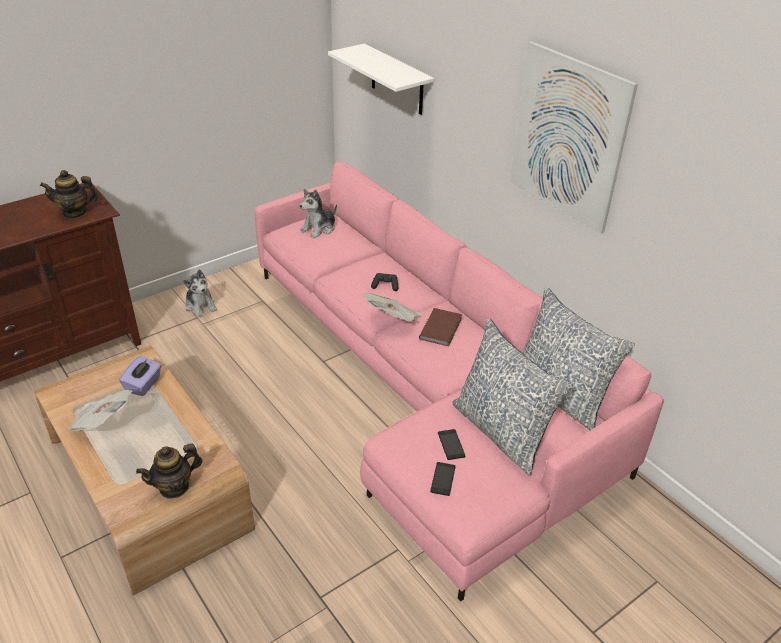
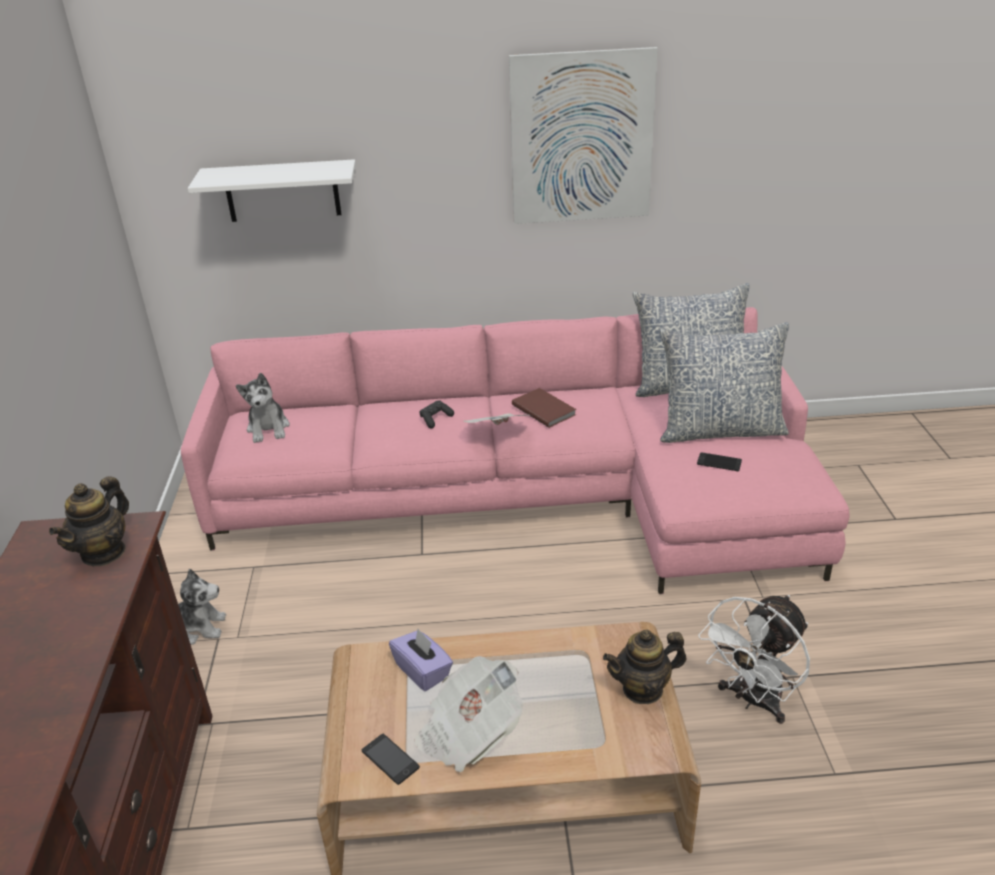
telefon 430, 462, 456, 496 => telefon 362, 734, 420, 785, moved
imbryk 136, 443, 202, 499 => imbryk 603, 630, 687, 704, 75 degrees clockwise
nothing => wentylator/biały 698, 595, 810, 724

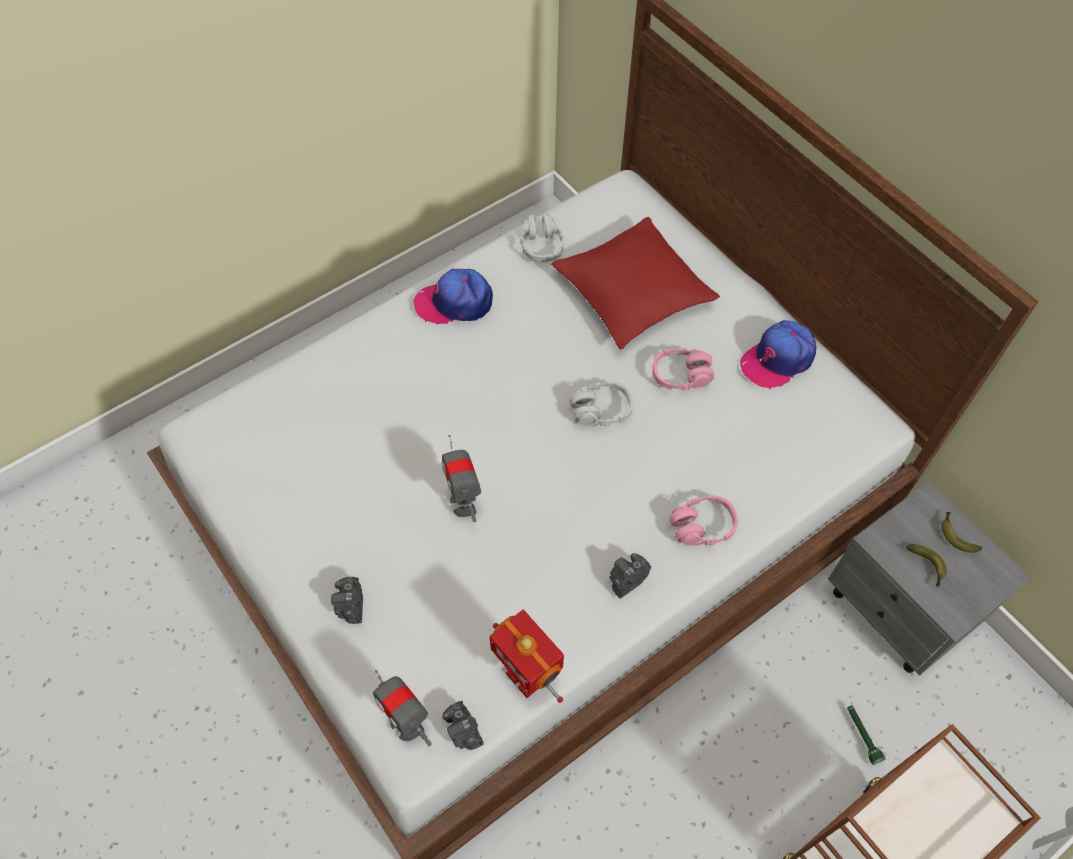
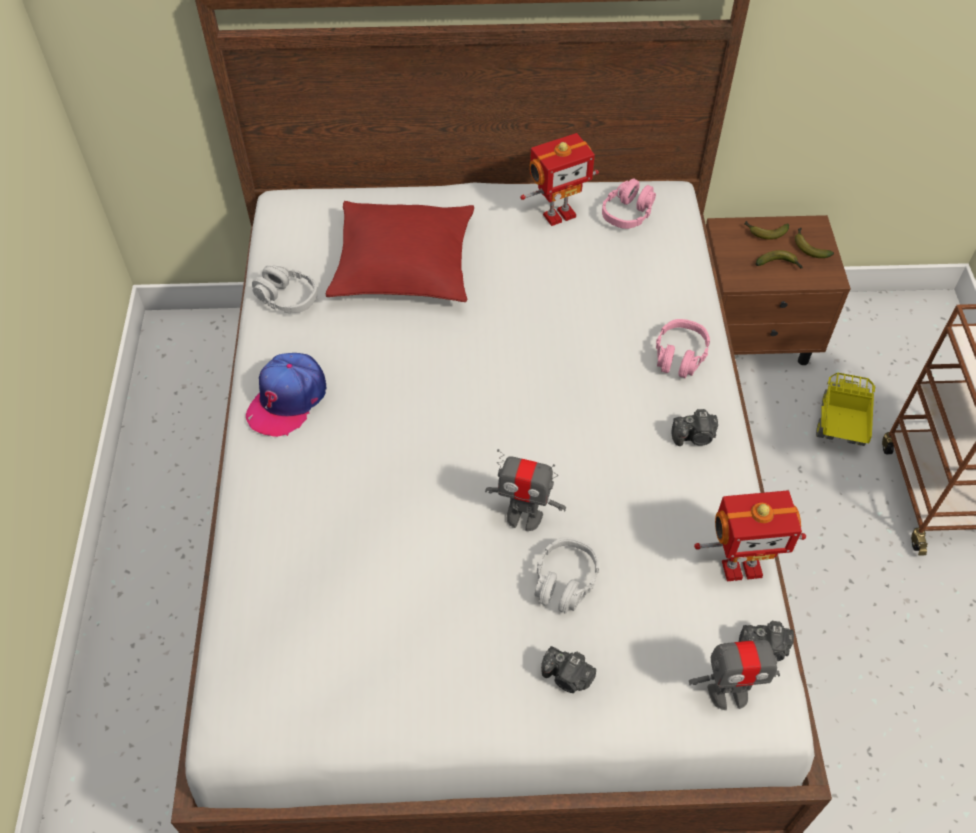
czapka z daszkiem 740, 320, 816, 390 => robot zabawkowy 520, 133, 599, 226
słuchawki/szary 569, 381, 633, 426 => słuchawki/szary 535, 537, 599, 614, moved
słuchawki/różowy 652, 348, 714, 390 => słuchawki/różowy 602, 178, 656, 229, moved
aparat fotograficzny 610, 553, 651, 599 => aparat fotograficzny 671, 409, 718, 446, 90 degrees counterclockwise
szafka nocna/szary 828, 481, 1031, 676 => szafka nocna/brązowy 706, 215, 851, 365
nothing => banan 795, 228, 834, 258
latarka/zielony 847, 705, 886, 765 => ciężarówka zabawkowa 816, 373, 875, 446

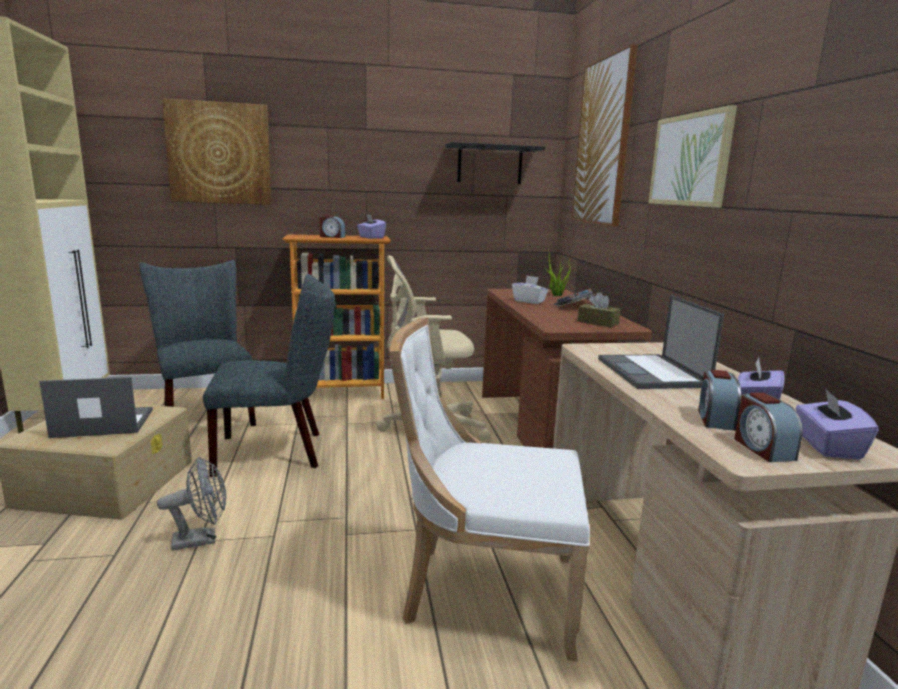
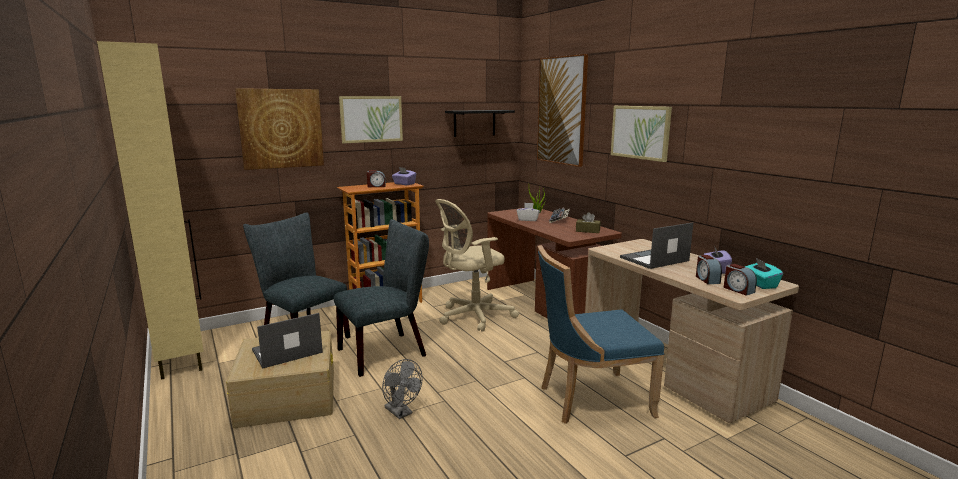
nothing => obraz 339, 96, 403, 143
wentylator/szary 157, 457, 226, 550 => wentylator/szary 382, 359, 422, 419, 90 degrees clockwise
krzesło/biały 389, 317, 590, 662 => krzesło/niebieski 538, 245, 664, 424
laptop 598, 295, 724, 389 => laptop 620, 222, 693, 269, 90 degrees clockwise
pudełko chusteczek/fioletowy 796, 389, 879, 460 => pudełko chusteczek/turkusowy 745, 258, 783, 289

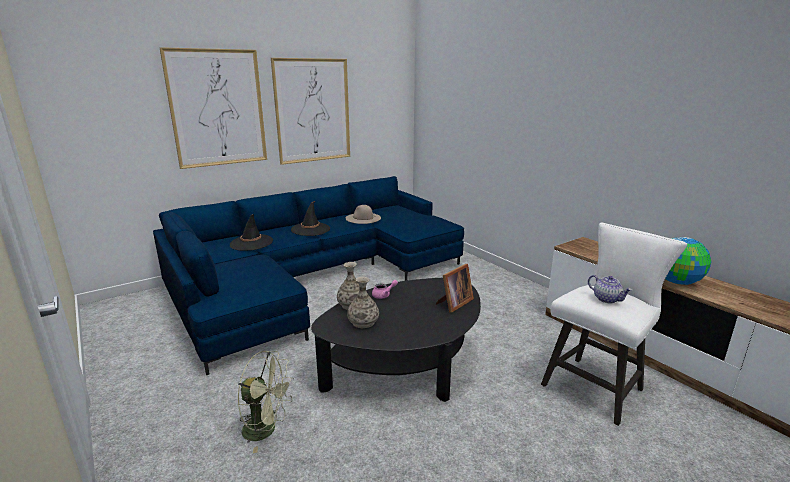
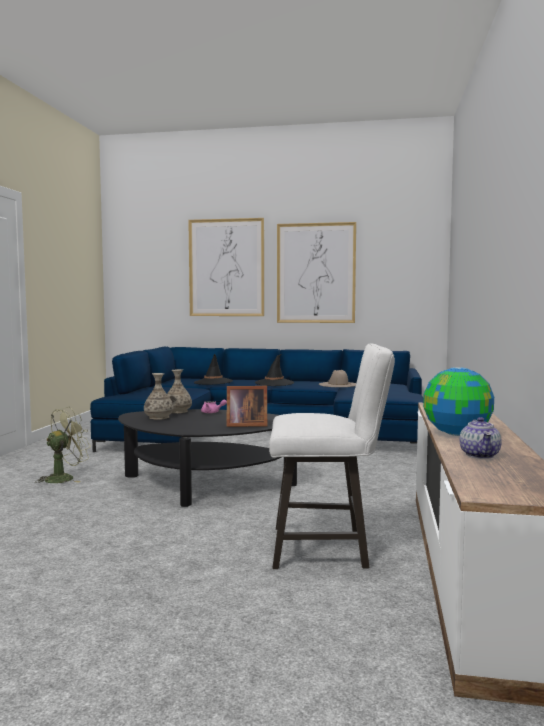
wentylator/zielony 238, 350, 294, 453 => wentylator/zielony 35, 407, 91, 483, 105 degrees counterclockwise
imbryk 588, 275, 632, 303 => imbryk 460, 417, 502, 459, moved

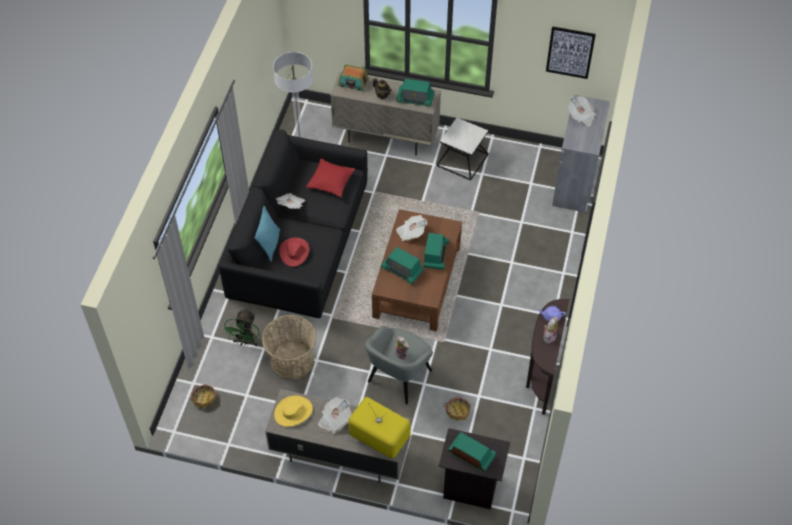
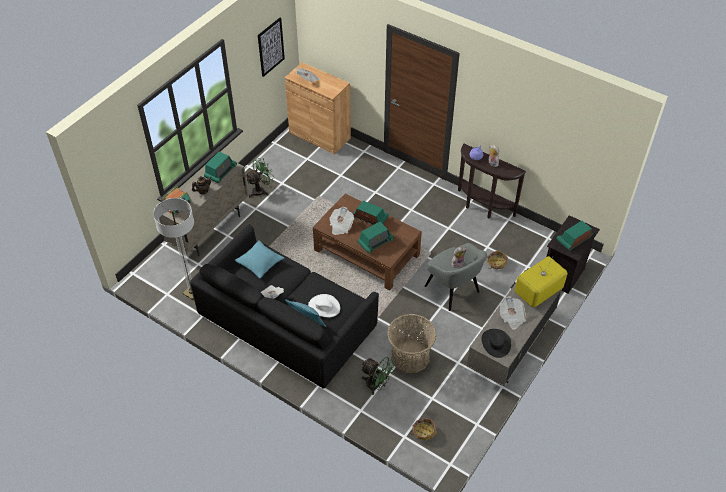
poduszka/czerwony 306, 159, 355, 198 => poduszka/turkusowy 234, 240, 284, 278
stolik 436, 118, 489, 181 => wentylator/zielony 246, 158, 273, 197
szafka/szary 552, 95, 610, 212 => szafka/brązowy 285, 62, 351, 154
kapelusz/czerwony 279, 238, 309, 267 => kapelusz/biały 308, 294, 340, 317
kapelusz/żółty 274, 395, 313, 427 => kapelusz/czarny 482, 329, 511, 358

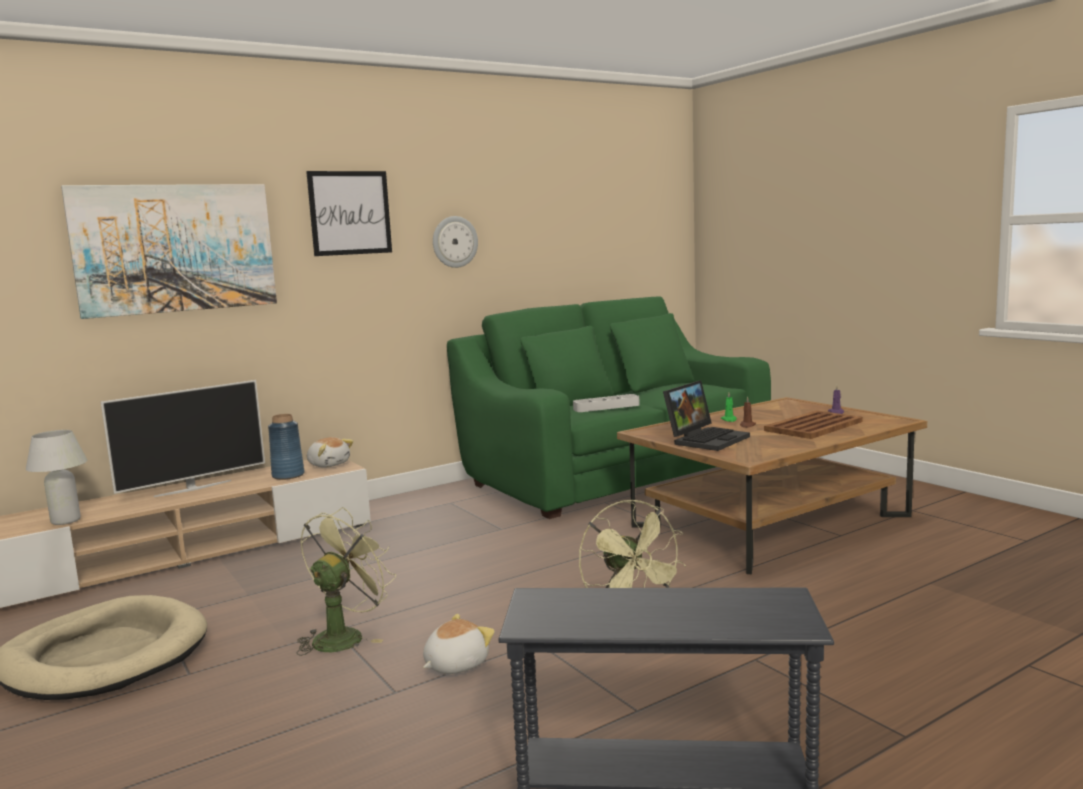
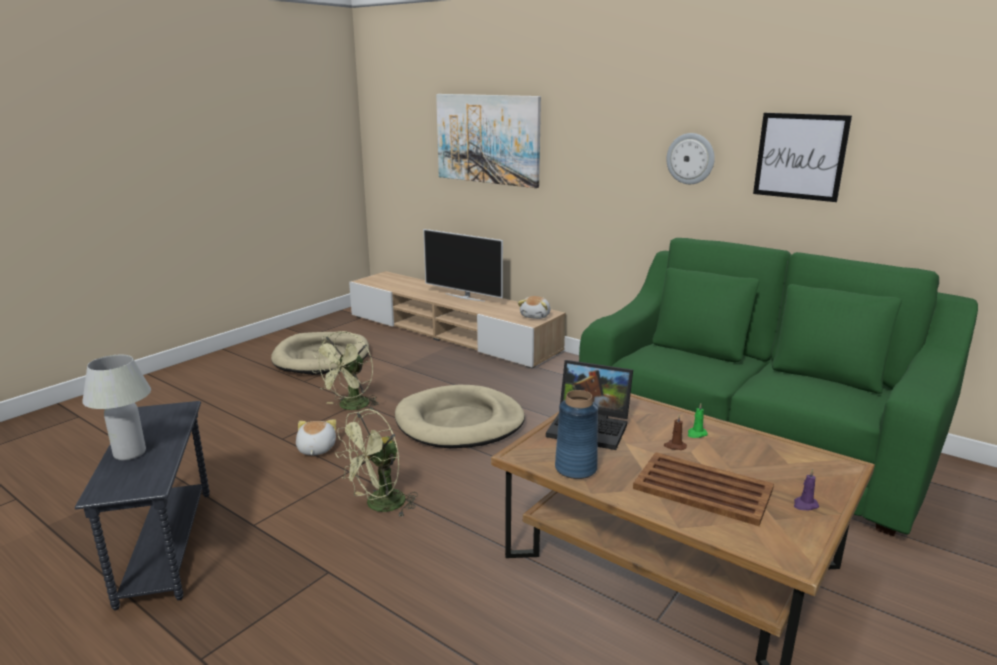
lampa stołowa/biały 26, 430, 87, 525 => lampa stołowa/biały 82, 355, 151, 461, moved
pluszak 423, 614, 495, 674 => pluszak 296, 419, 336, 455, 120 degrees counterclockwise
wentylator/zielony 297, 507, 396, 656 => wentylator/zielony 312, 331, 379, 410, 105 degrees clockwise
nothing => legowisko/beżowy 395, 385, 525, 448
wazon/niebieski 268, 414, 305, 480 => wazon/niebieski 555, 390, 598, 479, moved
obraz 306, 171, 392, 256 => obraz 753, 113, 852, 202, moved
taca/szary 573, 394, 640, 412 => nothing

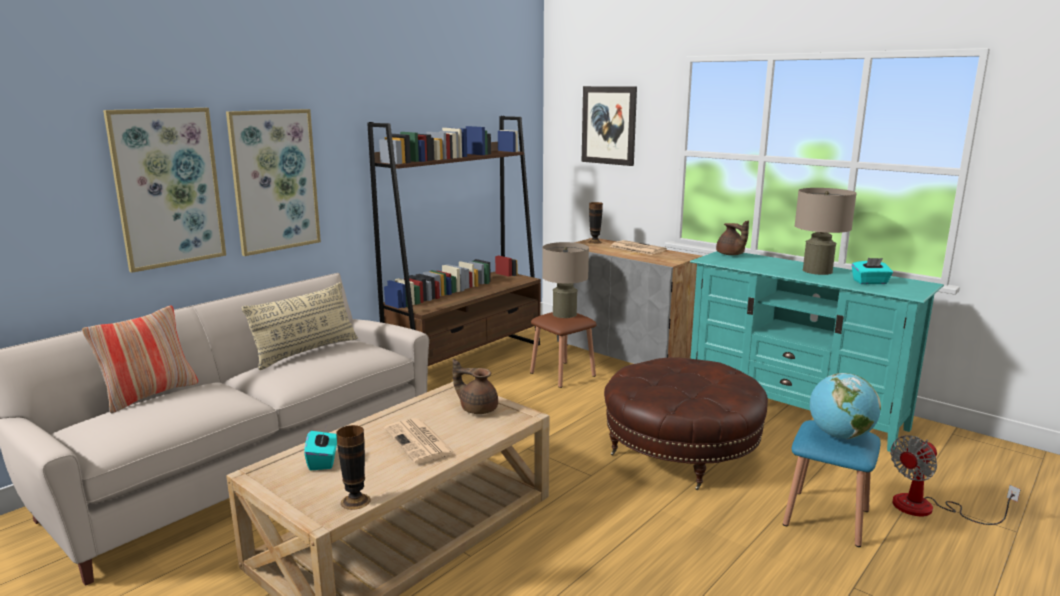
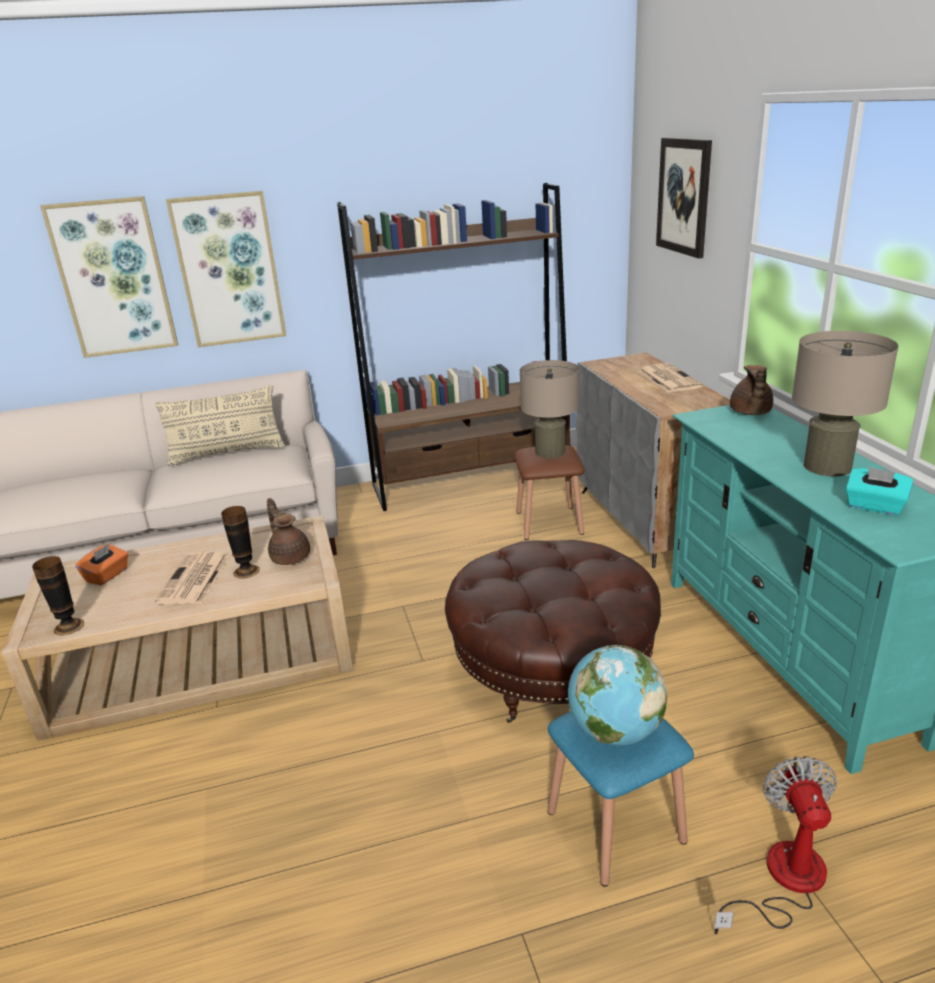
pudełko chusteczek/turkusowy 304, 428, 337, 470 => pudełko chusteczek/pomarańczowy 75, 543, 128, 586
wazon 588, 202, 603, 244 => wazon 221, 506, 260, 579, moved
wentylator 890, 435, 1021, 525 => wentylator 715, 756, 837, 934, 90 degrees clockwise
poduszka 82, 305, 198, 413 => nothing

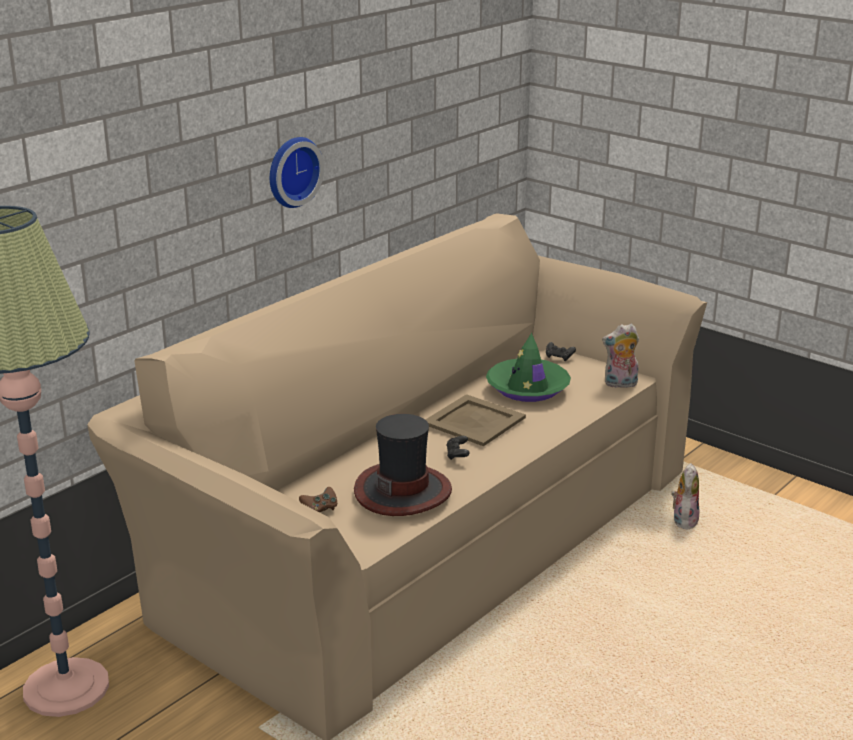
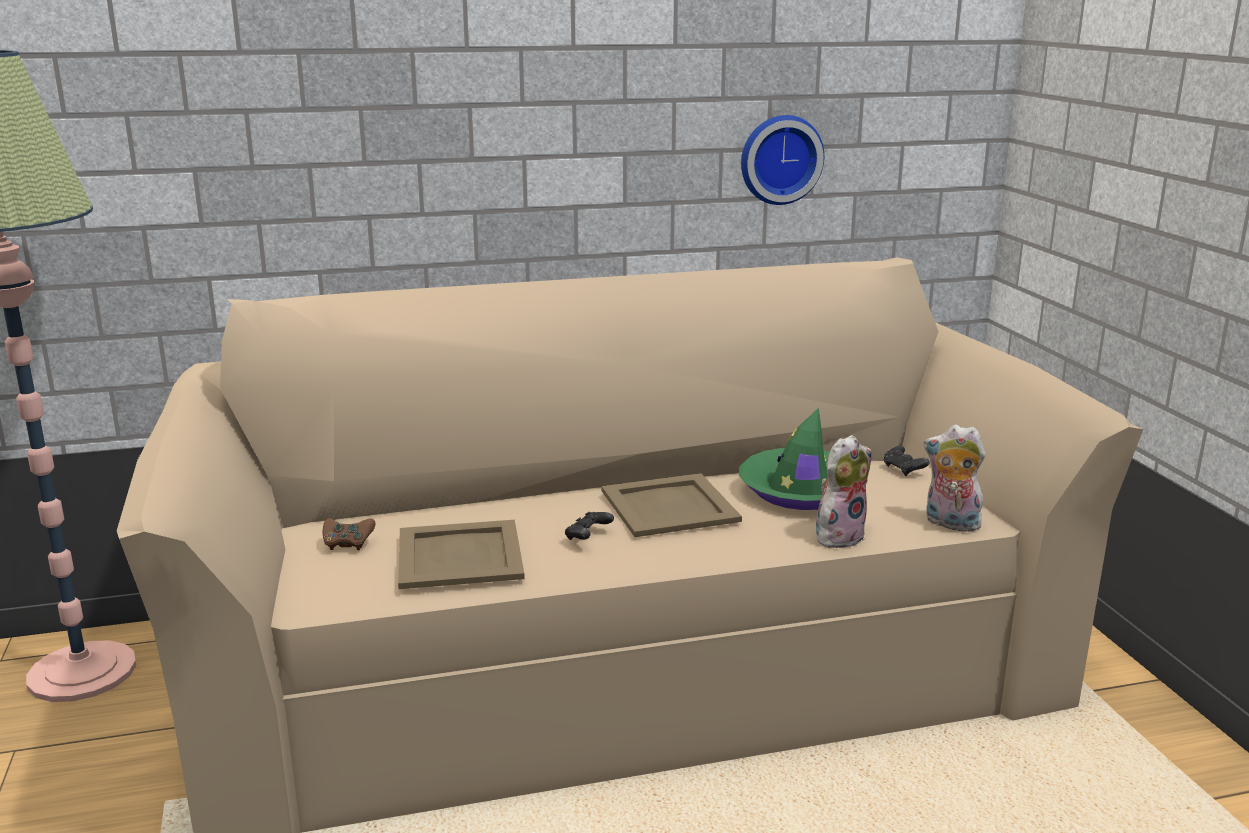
kapelusz 354, 414, 452, 516 => taca/beżowy 398, 520, 525, 589
zegar ścienny 270, 137, 324, 208 => zegar ścienny 741, 115, 824, 205, moved
pluszak 671, 463, 699, 529 => pluszak 816, 435, 872, 548, moved

